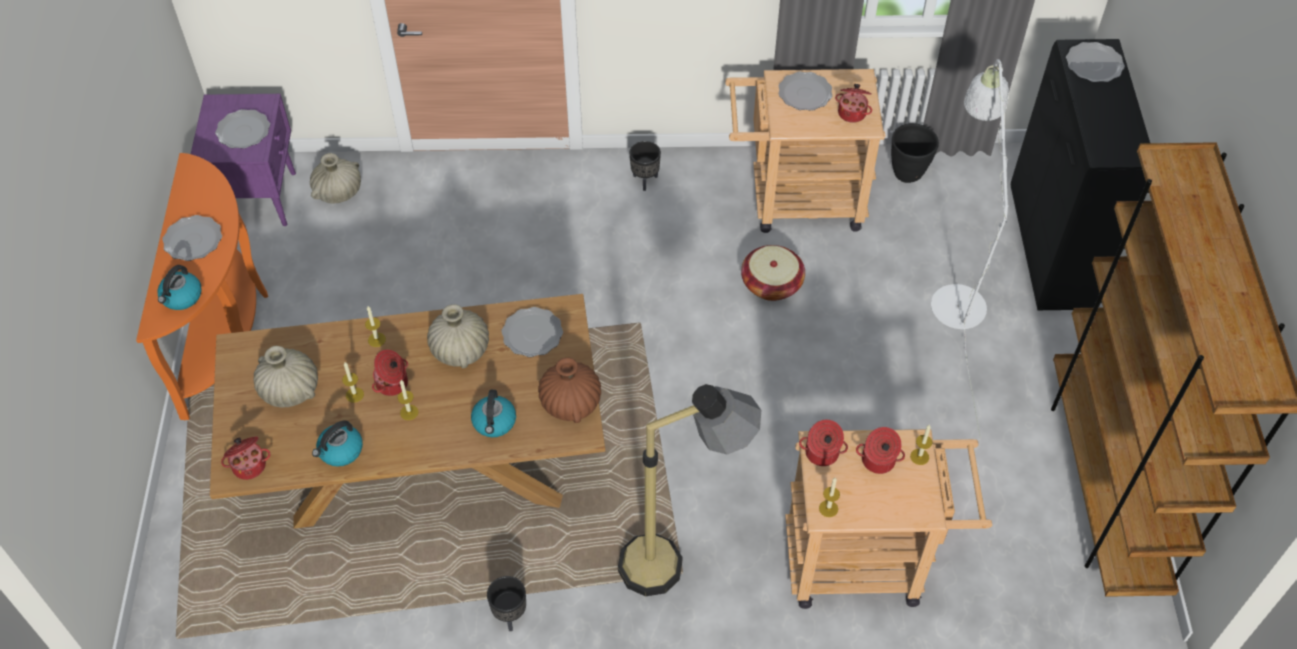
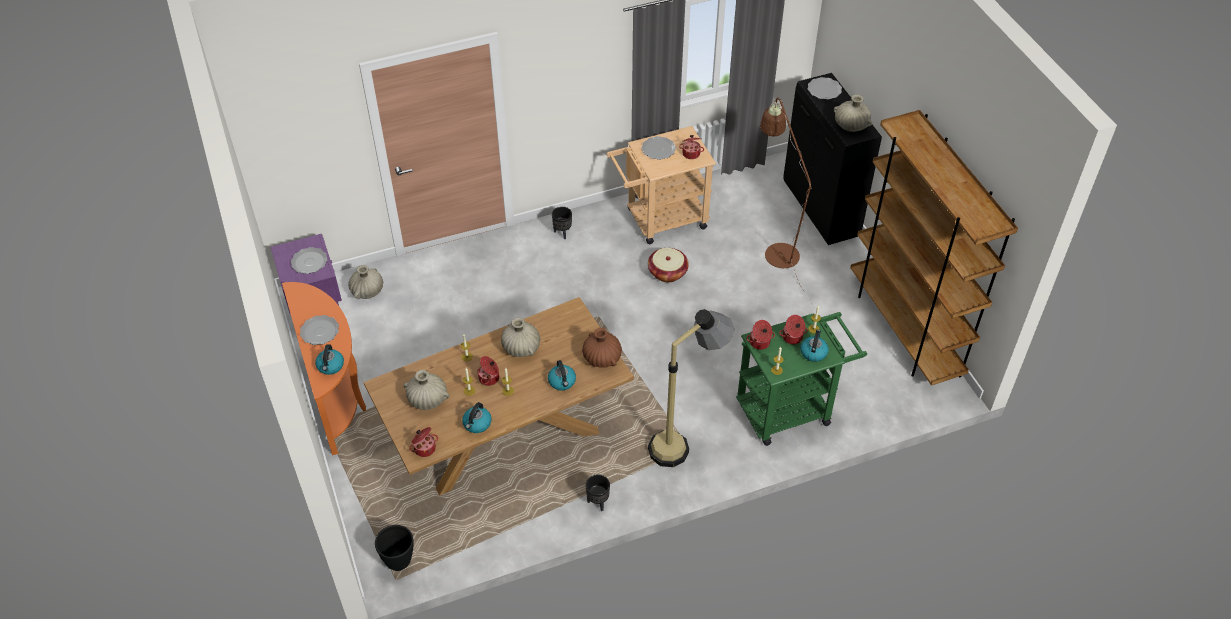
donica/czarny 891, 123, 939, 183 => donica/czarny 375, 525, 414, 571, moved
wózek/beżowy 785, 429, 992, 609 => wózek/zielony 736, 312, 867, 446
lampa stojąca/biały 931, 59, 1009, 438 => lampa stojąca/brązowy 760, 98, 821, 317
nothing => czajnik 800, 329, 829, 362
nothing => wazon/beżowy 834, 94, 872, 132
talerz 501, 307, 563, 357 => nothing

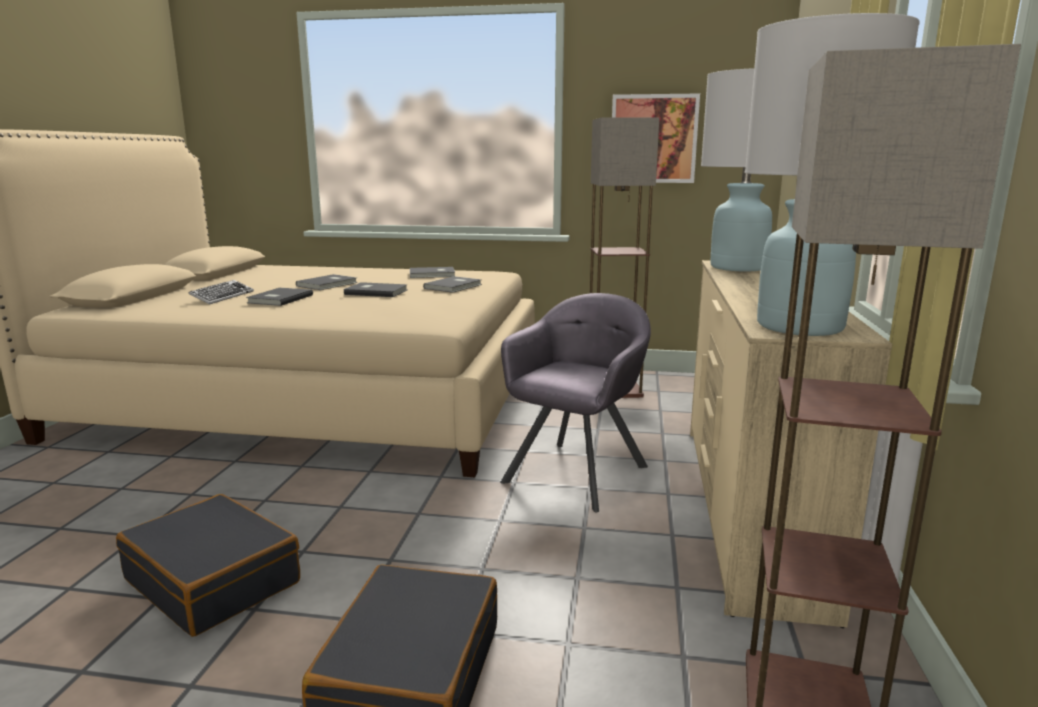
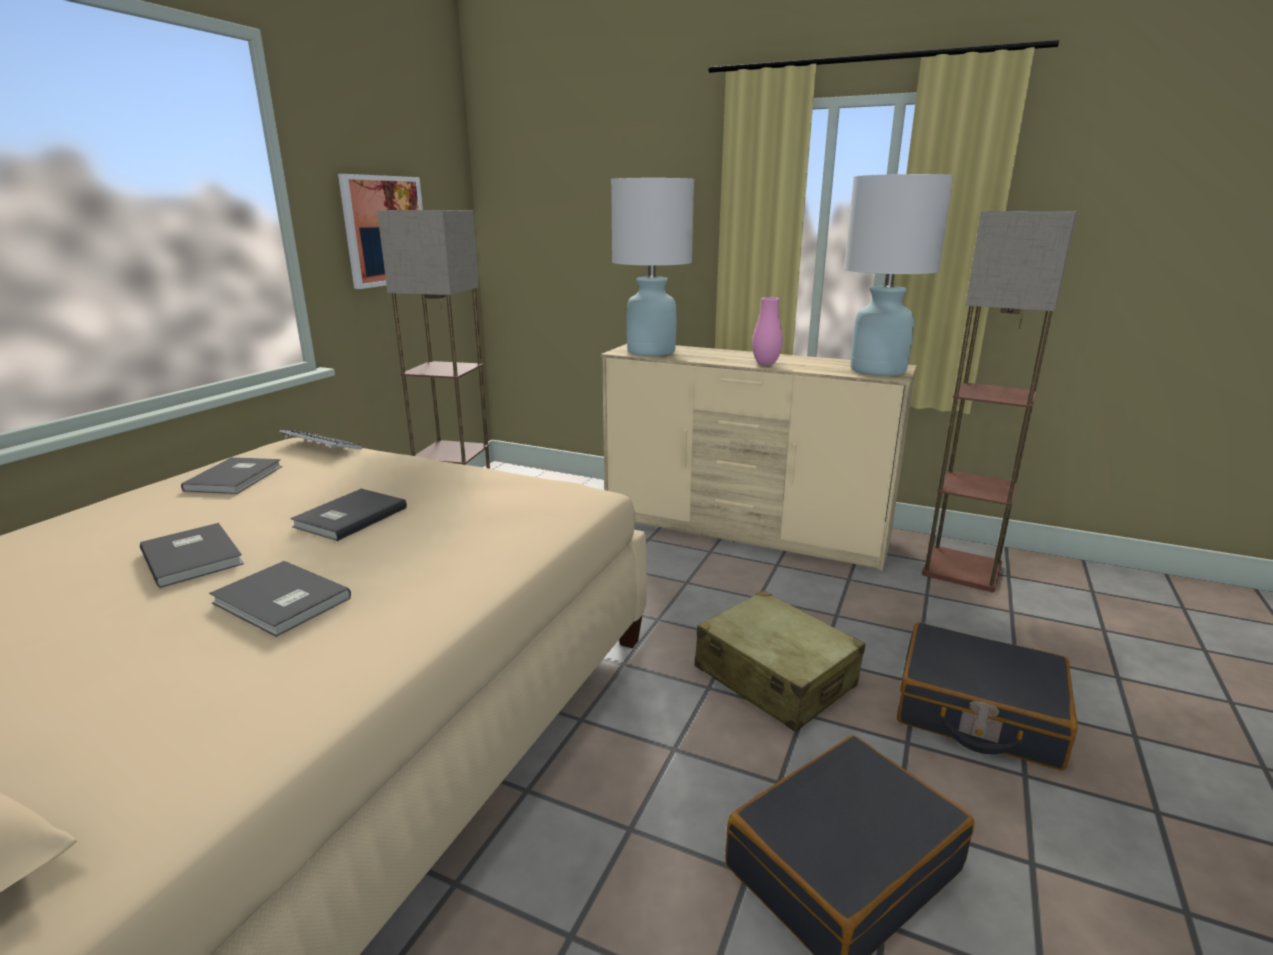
klawiatura 188, 280, 254, 304 => klawiatura 279, 430, 362, 449, moved
nothing => walizka/beżowy 695, 590, 865, 732
nothing => wazon/różowy 752, 297, 783, 365
książka/szary 423, 276, 482, 293 => nothing
fotel/szary 500, 293, 651, 512 => nothing

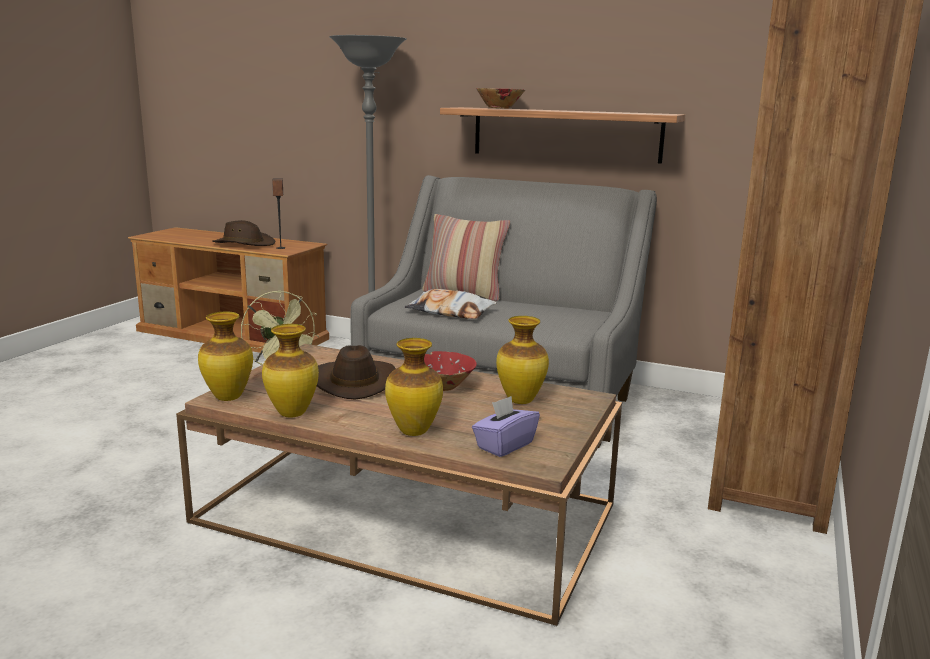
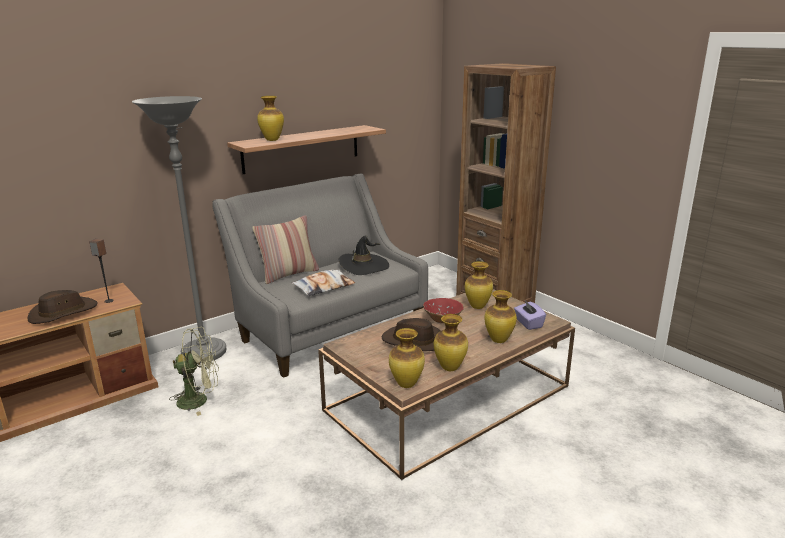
miska/czerwony 476, 88, 525, 109 => wazon 257, 96, 284, 141
nothing => kapelusz/czarny 339, 235, 389, 275

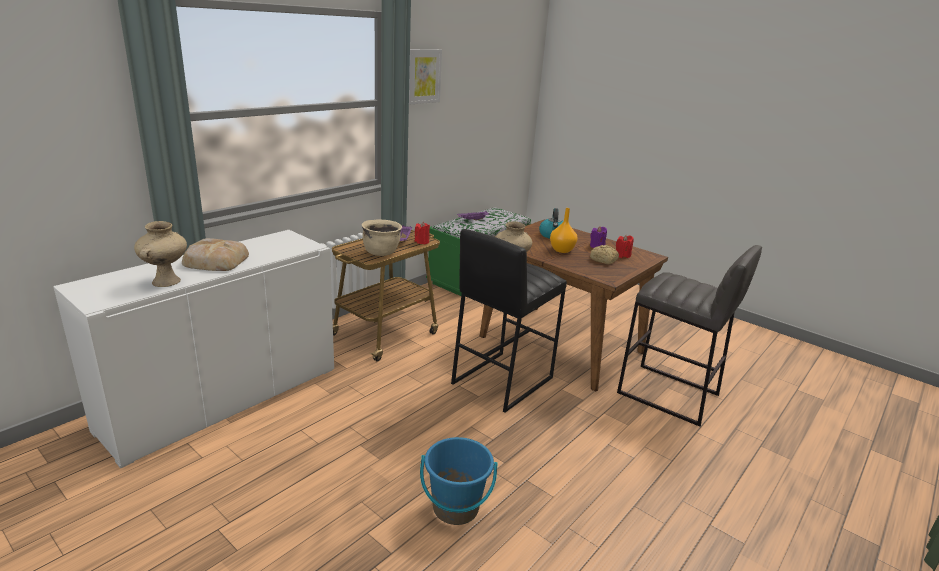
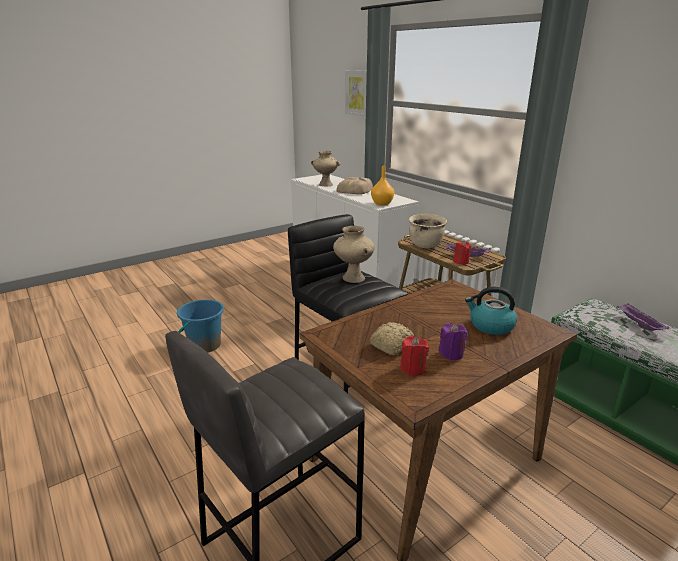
obraz 409, 49, 442, 105 => obraz 345, 70, 367, 117, moved
wazon/pomarańczowy 550, 208, 578, 253 => wazon/pomarańczowy 371, 166, 394, 206, moved

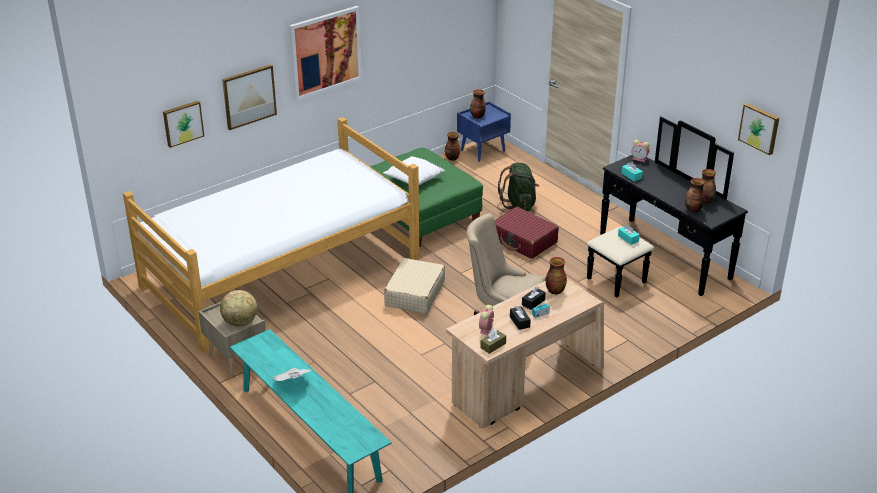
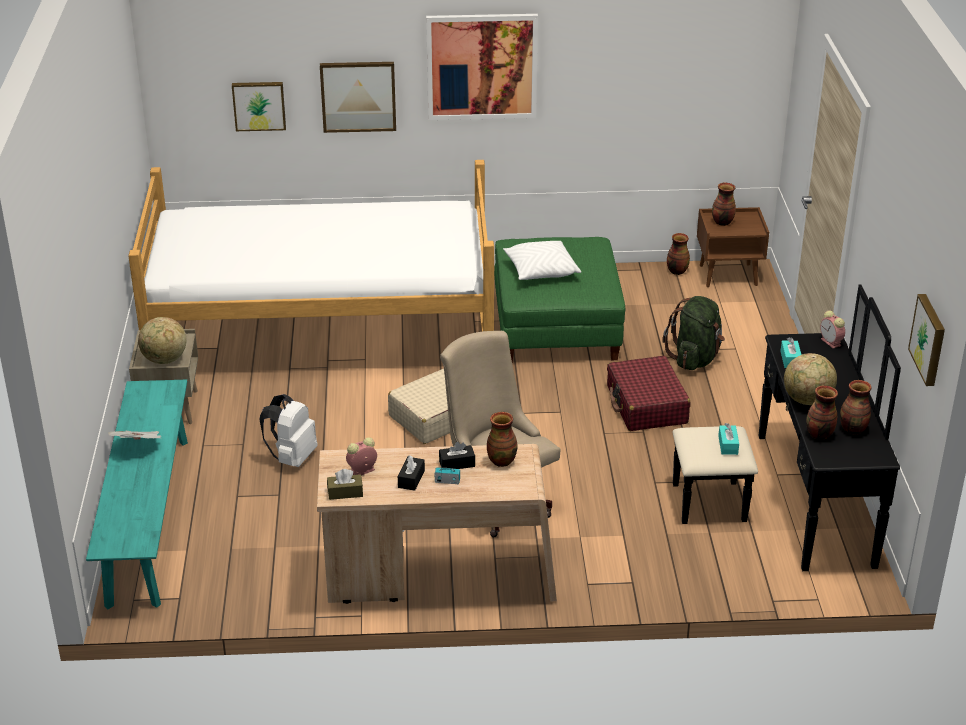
nothing => plecak/biały 259, 394, 318, 467
szafka nocna/niebieski 457, 101, 511, 162 => szafka nocna/brązowy 697, 207, 769, 287
nothing => globus 784, 353, 837, 405

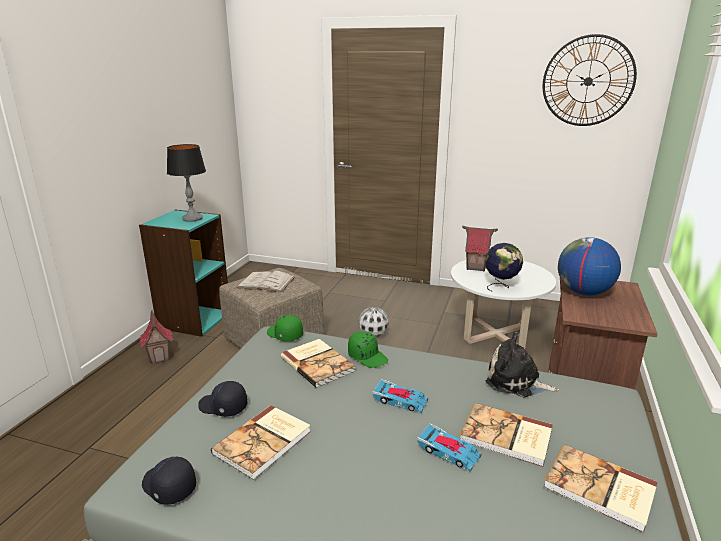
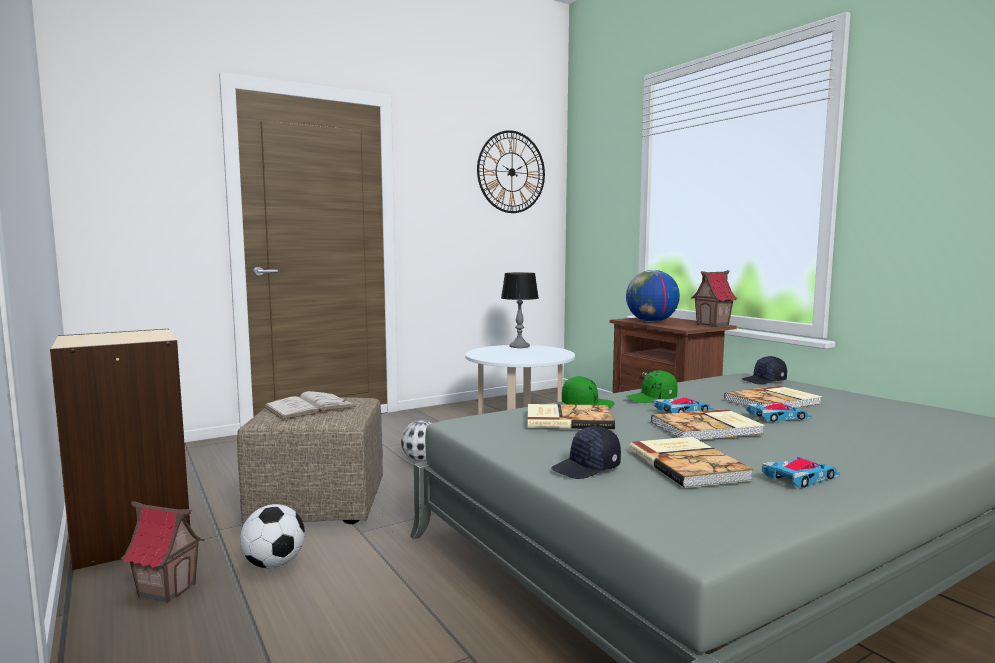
regał/turkusowy 139, 210, 228, 337 => regał/beżowy 50, 329, 190, 570
nothing => piłka futbolowa 240, 504, 305, 569
lampa stołowa 167, 144, 206, 222 => lampa stołowa 501, 272, 539, 348, moved
czapka z daszkiem/zielony 267, 315, 303, 341 => czapka z daszkiem/zielony 626, 370, 678, 403, moved
książka 544, 444, 658, 533 => książka 651, 409, 764, 440, moved
domek 462, 226, 498, 272 => domek 691, 270, 738, 327, moved
czapka z daszkiem/czarny 142, 457, 196, 505 => czapka z daszkiem/czarny 742, 356, 787, 384, moved
nothing => samochodzik 762, 456, 840, 488
globus 485, 243, 523, 292 => nothing
pluszak 486, 332, 559, 397 => nothing

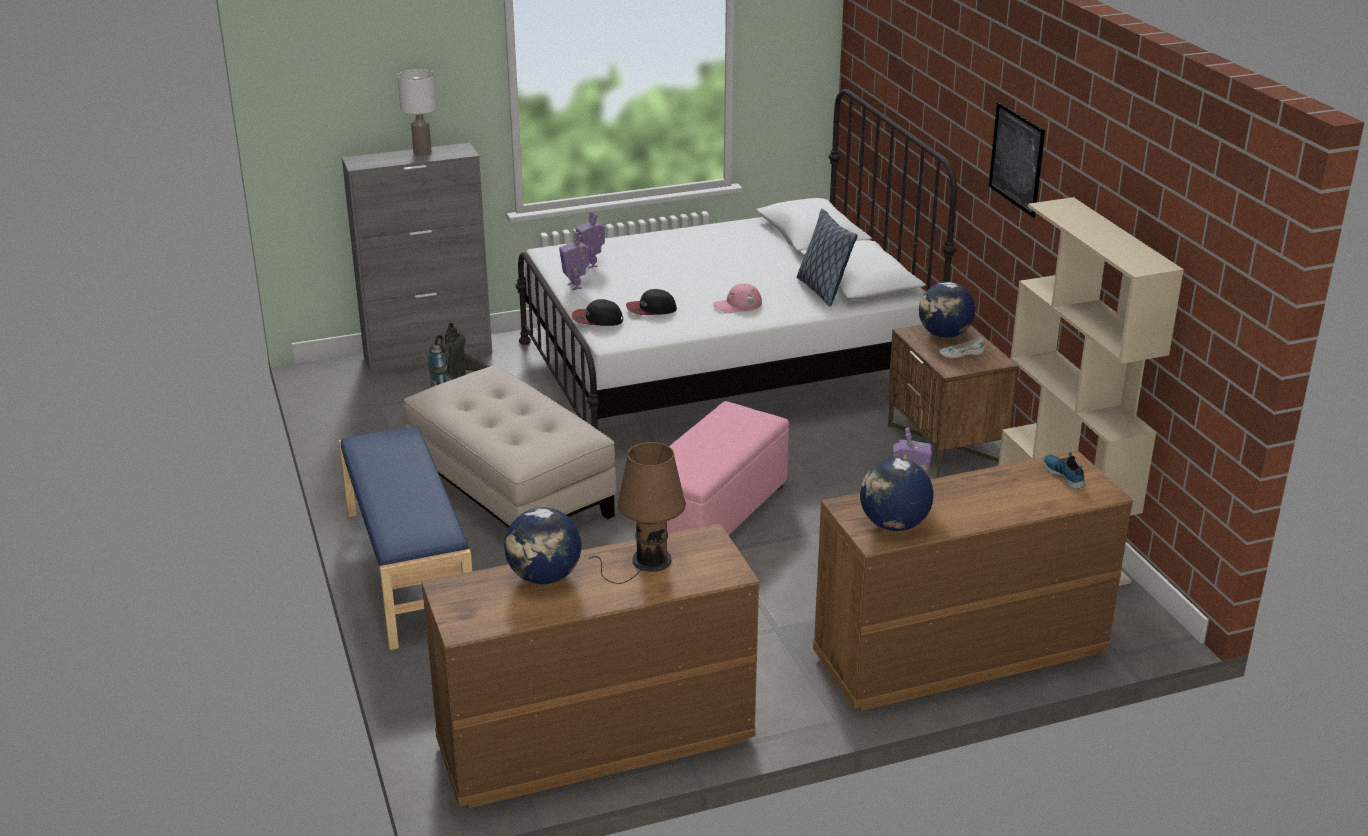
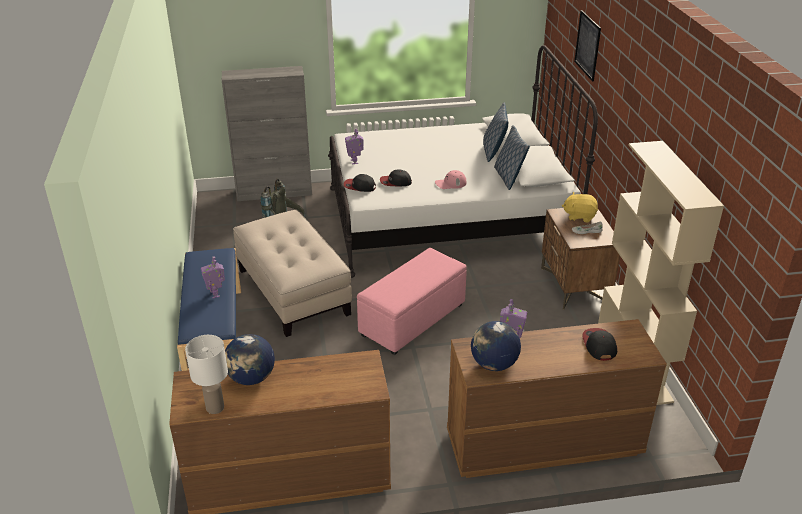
lampa stołowa/biały 397, 69, 437, 156 => lampa stołowa/biały 185, 335, 228, 414, moved
robot zabawkowy 575, 212, 605, 269 => robot zabawkowy 201, 257, 225, 298, moved
nothing => poduszka 483, 103, 508, 162
globus 919, 282, 975, 338 => pluszak/żółty 562, 192, 598, 222
obraz 989, 102, 1045, 218 => obraz 574, 10, 601, 82, moved
nothing => czapka z daszkiem 582, 328, 617, 361
lampa stołowa/brązowy 589, 442, 686, 584 => nothing
but 1043, 452, 1085, 489 => nothing

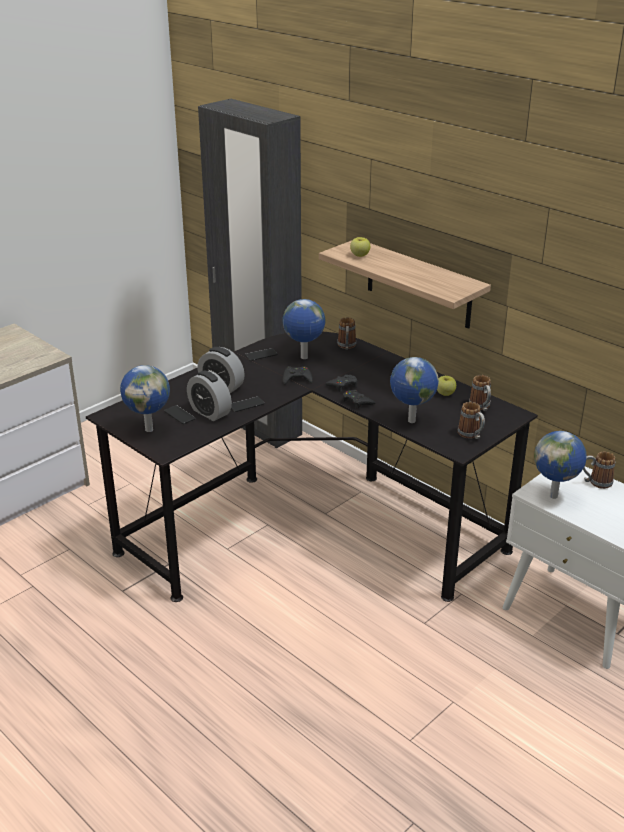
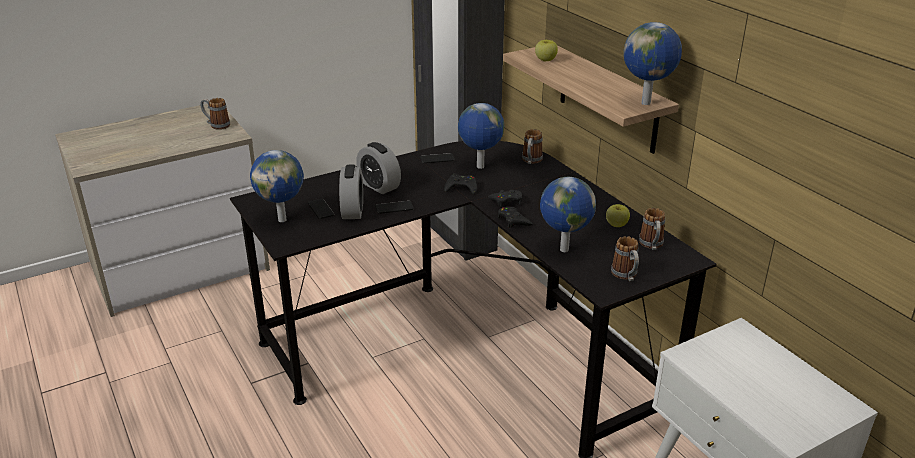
kubek 583, 451, 615, 489 => kubek 200, 98, 230, 130, moved
budzik 187, 370, 232, 421 => budzik 339, 165, 363, 219, 150 degrees counterclockwise
globus 534, 431, 587, 499 => globus 623, 22, 682, 105, moved

